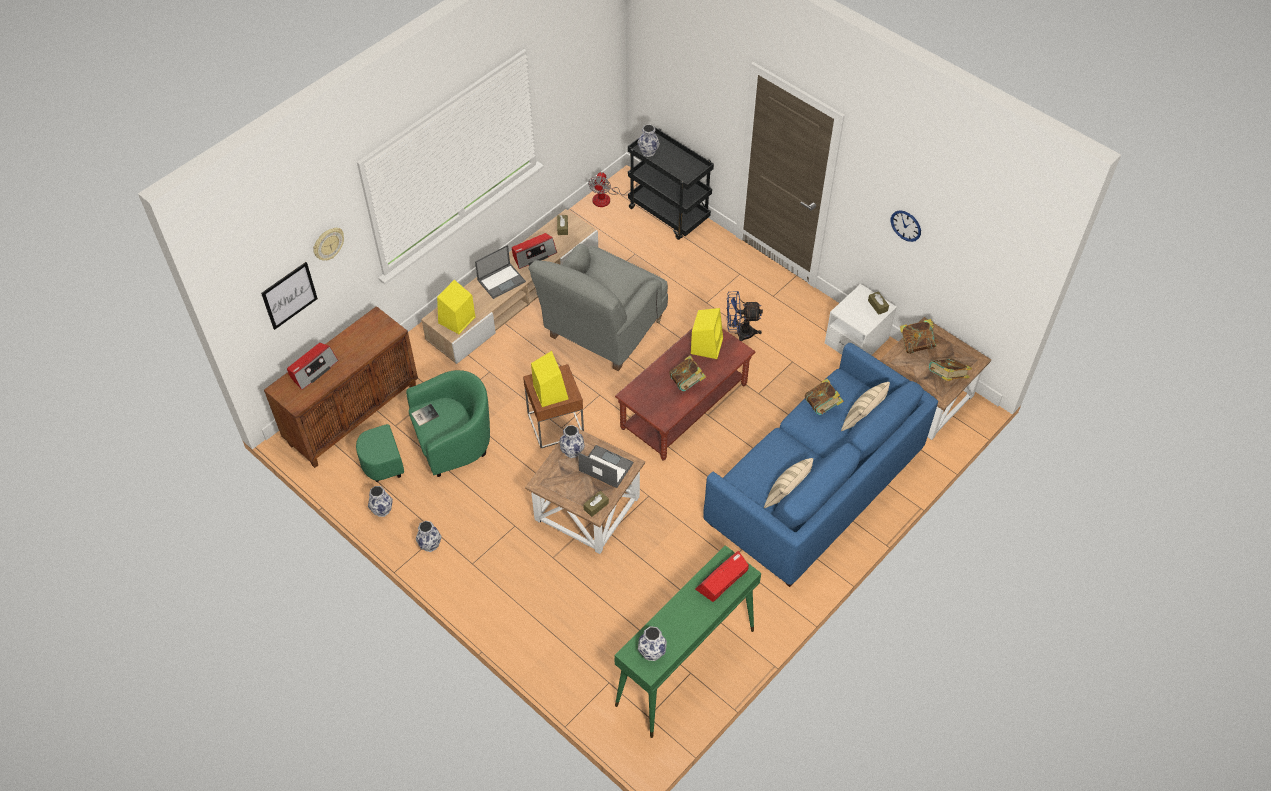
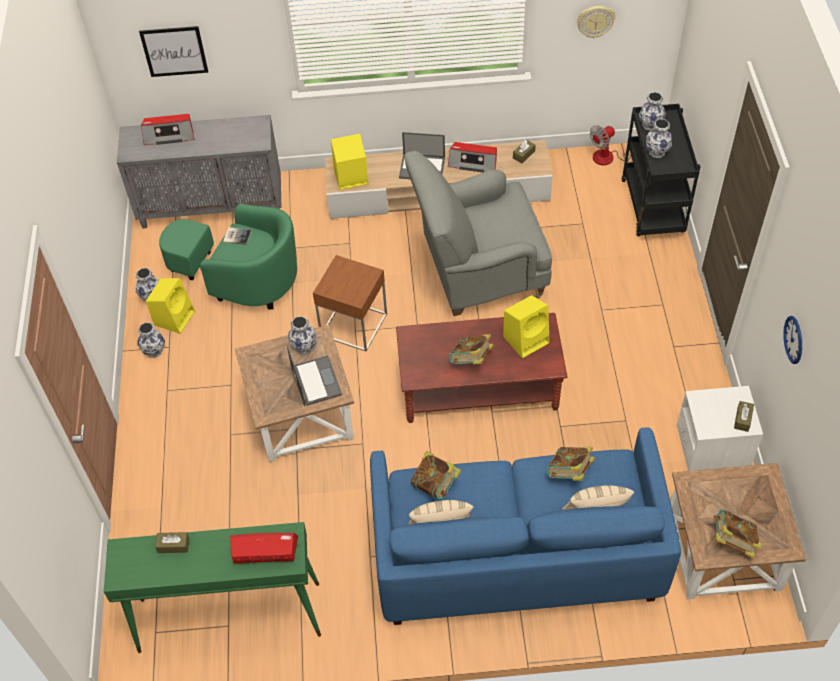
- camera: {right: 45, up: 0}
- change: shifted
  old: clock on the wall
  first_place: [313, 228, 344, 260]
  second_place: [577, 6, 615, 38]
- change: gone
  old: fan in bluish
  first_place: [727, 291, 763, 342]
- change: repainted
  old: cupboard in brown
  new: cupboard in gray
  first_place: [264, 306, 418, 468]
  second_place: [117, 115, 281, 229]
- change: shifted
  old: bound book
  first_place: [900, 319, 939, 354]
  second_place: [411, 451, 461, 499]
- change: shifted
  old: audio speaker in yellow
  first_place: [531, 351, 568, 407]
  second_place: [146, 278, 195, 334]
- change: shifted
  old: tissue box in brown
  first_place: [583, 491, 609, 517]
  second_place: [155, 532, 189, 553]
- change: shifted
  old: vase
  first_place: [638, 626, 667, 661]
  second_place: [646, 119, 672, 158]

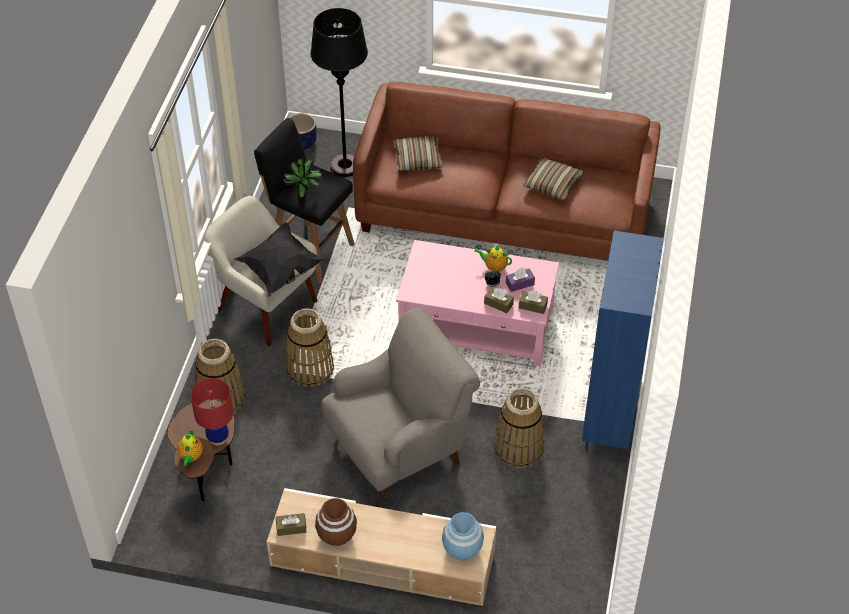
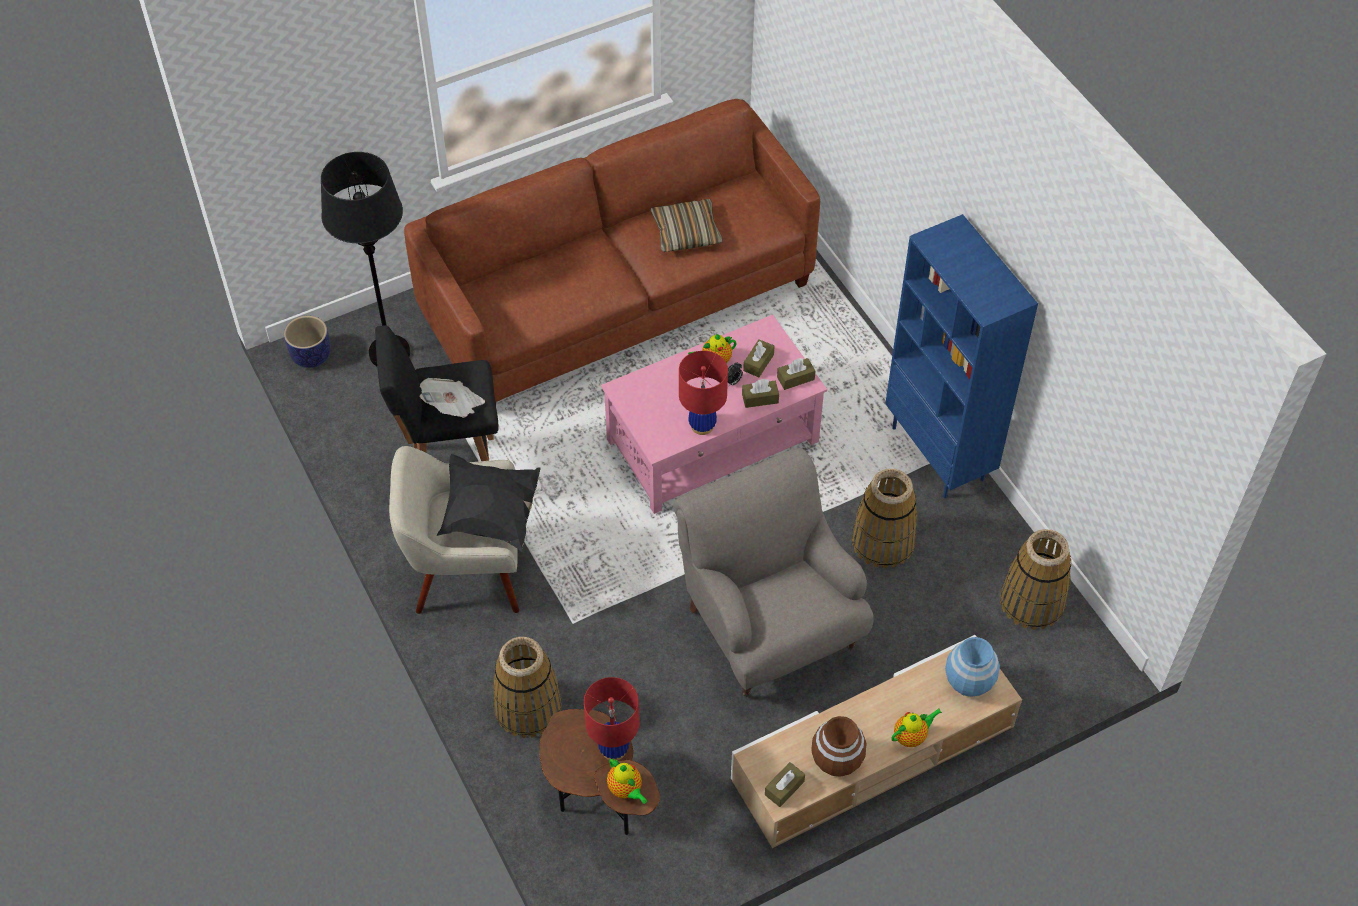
- camera: {right: -40, up: 5}
- change: gone
  old: pillow
  first_place: [393, 136, 443, 171]
- change: swapped
  old: potted plant
  new: daily paper
  first_place: [283, 158, 322, 198]
  second_place: [419, 378, 485, 418]
- change: repainted
  old: tissue box in purple
  new: tissue box in brown
  first_place: [506, 268, 535, 292]
  second_place: [743, 339, 775, 377]
- change: shifted
  old: storage basket
  first_place: [286, 308, 334, 387]
  second_place: [1000, 529, 1071, 630]
- change: rotated
  old: lounge chair in gray
  first_place: [321, 308, 480, 500]
  second_place: [673, 448, 874, 697]
  degrees: -45
- change: new
  new: lamp for a table in red
  second_place: [679, 351, 728, 435]
- change: new
  new: teapot
  second_place: [891, 708, 942, 747]

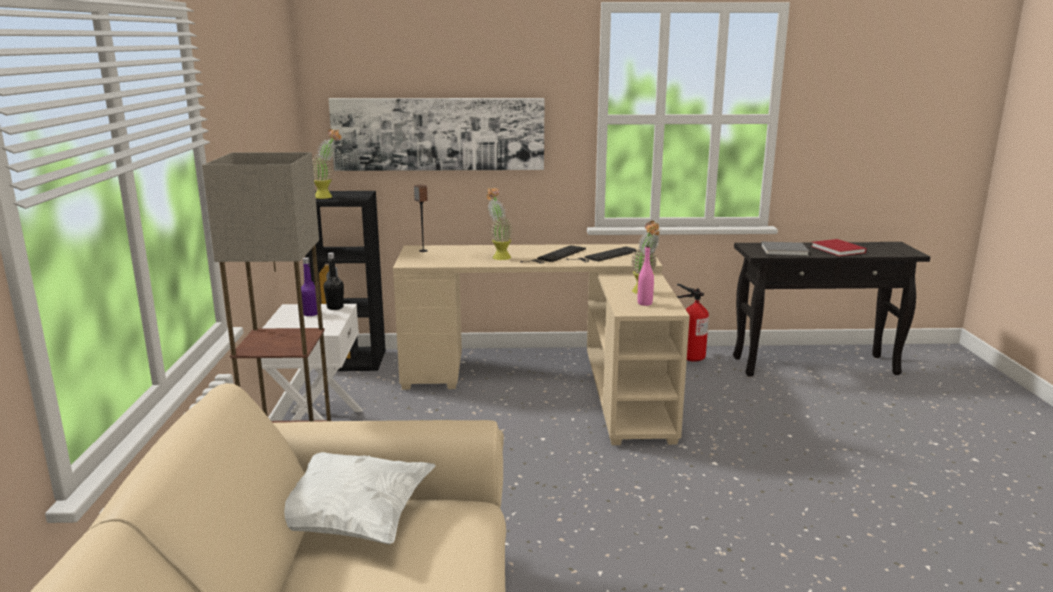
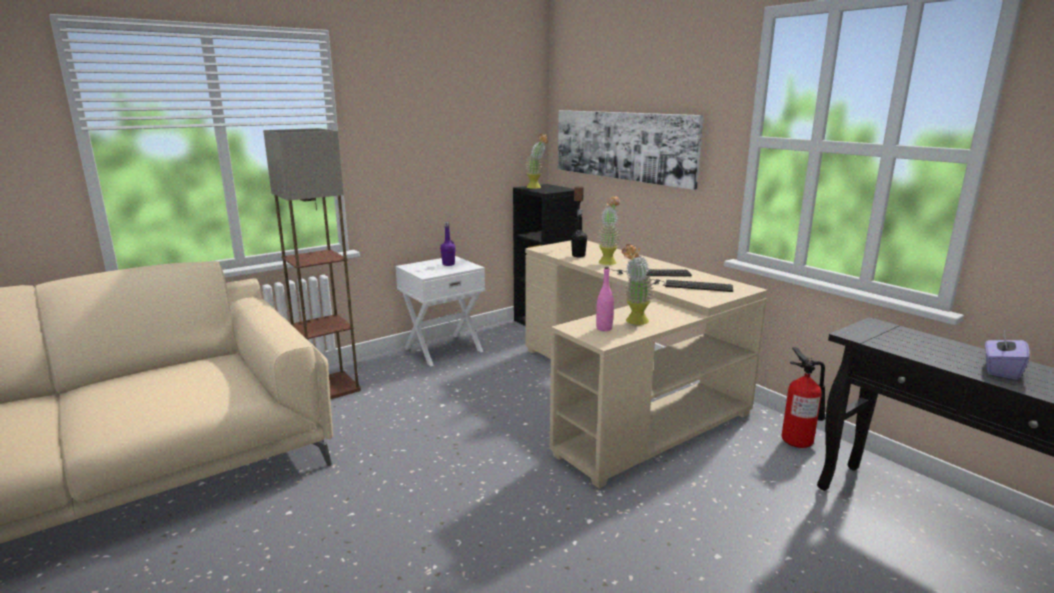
- camera: {right: 55, up: 0}
- change: swapped
  old: bound book in red
  new: tissue box in purple
  first_place: [811, 239, 867, 256]
  second_place: [985, 330, 1030, 380]
- change: gone
  old: bound book in gray
  first_place: [761, 242, 809, 256]
- change: shifted
  old: beverage bottle in black
  first_place: [324, 252, 344, 310]
  second_place: [571, 210, 587, 257]
- change: gone
  old: pillow in whitish
  first_place: [284, 452, 436, 544]

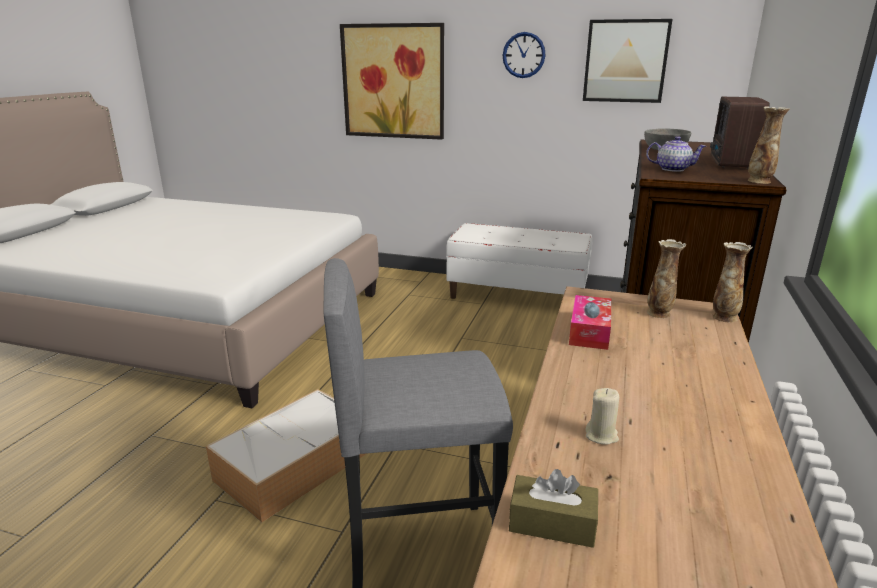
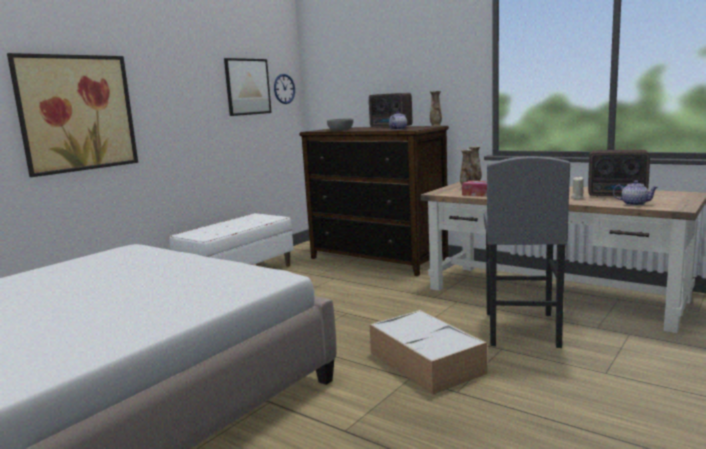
- camera: {right: -70, up: -10}
- change: shifted
  old: clock on the wall
  first_place: [503, 32, 546, 78]
  second_place: [274, 74, 295, 104]
- change: swapped
  old: tissue box in brown
  new: teapot
  first_place: [509, 469, 598, 548]
  second_place: [613, 180, 658, 206]
- change: new
  new: radio
  second_place: [588, 150, 650, 197]

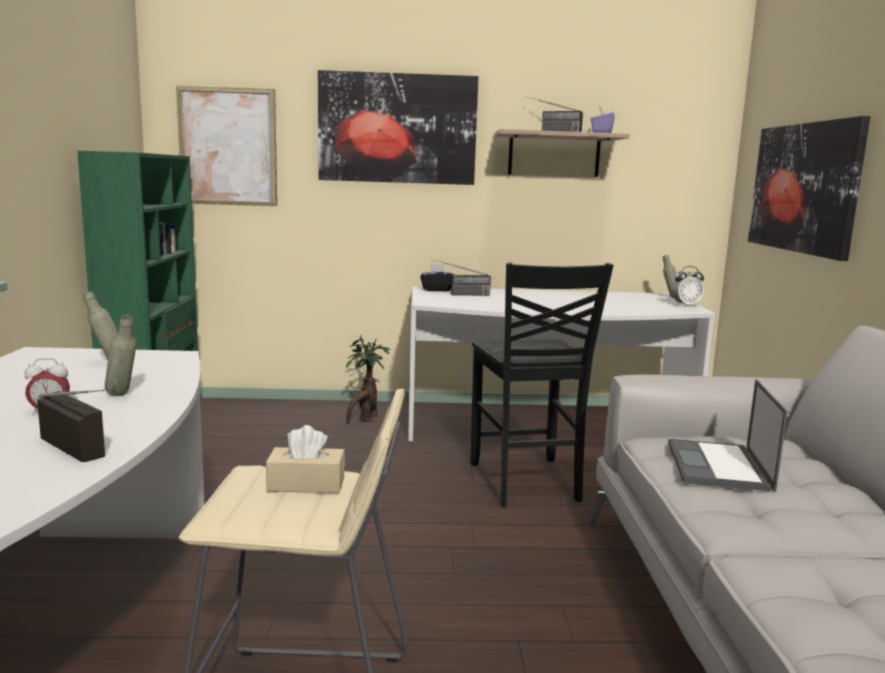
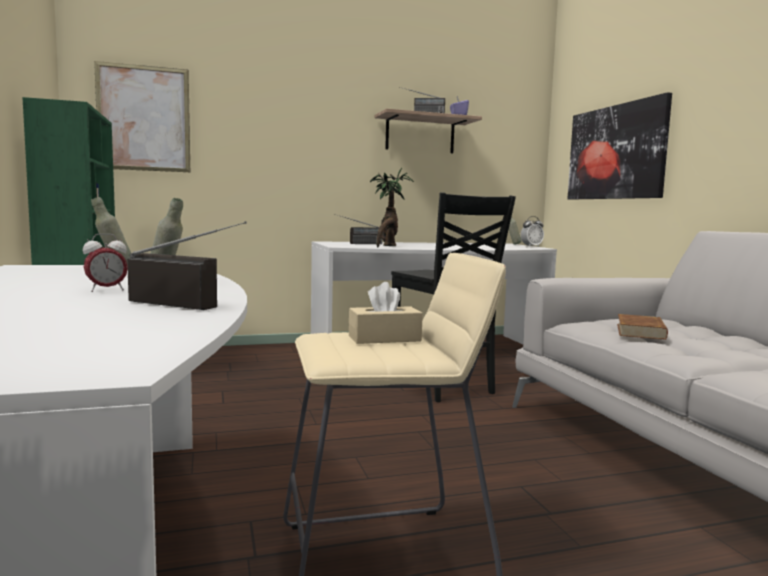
- camera: {right: -15, up: -5}
- change: gone
  old: picture
  first_place: [318, 70, 478, 185]
- change: gone
  old: tissue box in black
  first_place: [420, 264, 454, 291]
- change: shifted
  old: potted plant
  first_place: [346, 336, 391, 424]
  second_place: [370, 168, 414, 247]
- change: swapped
  old: notebook computer
  new: bound book in brown
  first_place: [668, 379, 788, 492]
  second_place: [617, 314, 668, 340]

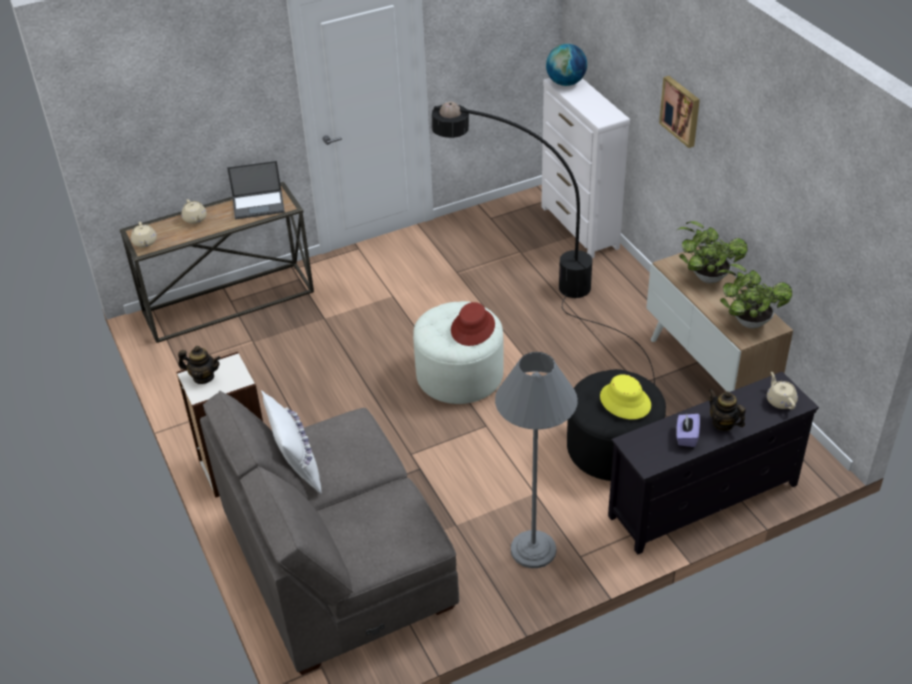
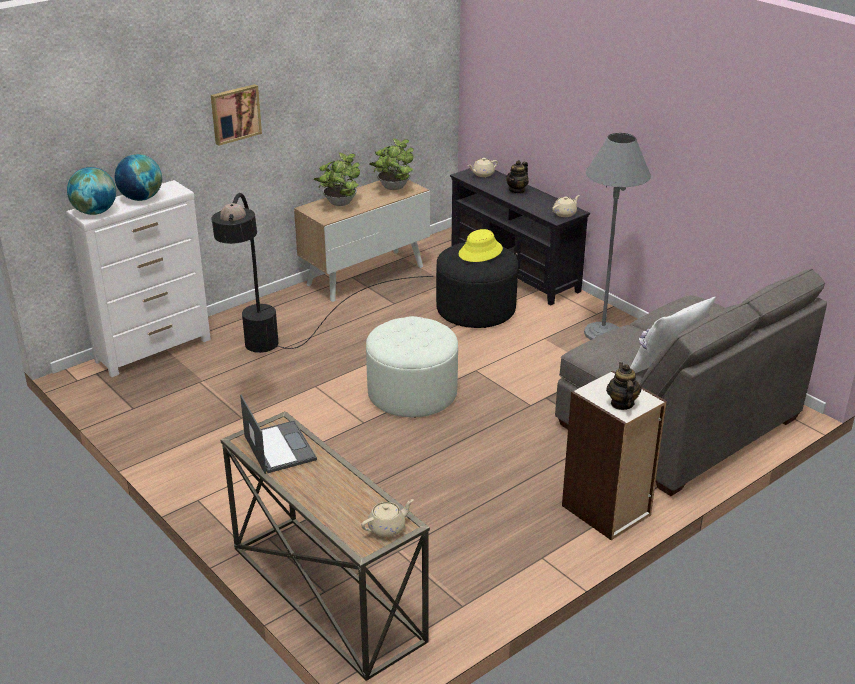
- camera: {right: -105, up: -10}
- change: shifted
  old: teapot in beige-coloured
  first_place: [181, 199, 207, 224]
  second_place: [552, 195, 580, 217]
- change: gone
  old: clothing hat in red
  first_place: [451, 302, 495, 346]
- change: gone
  old: tissue box in purple
  first_place: [676, 413, 700, 447]
- change: new
  new: globe
  second_place: [115, 154, 162, 201]

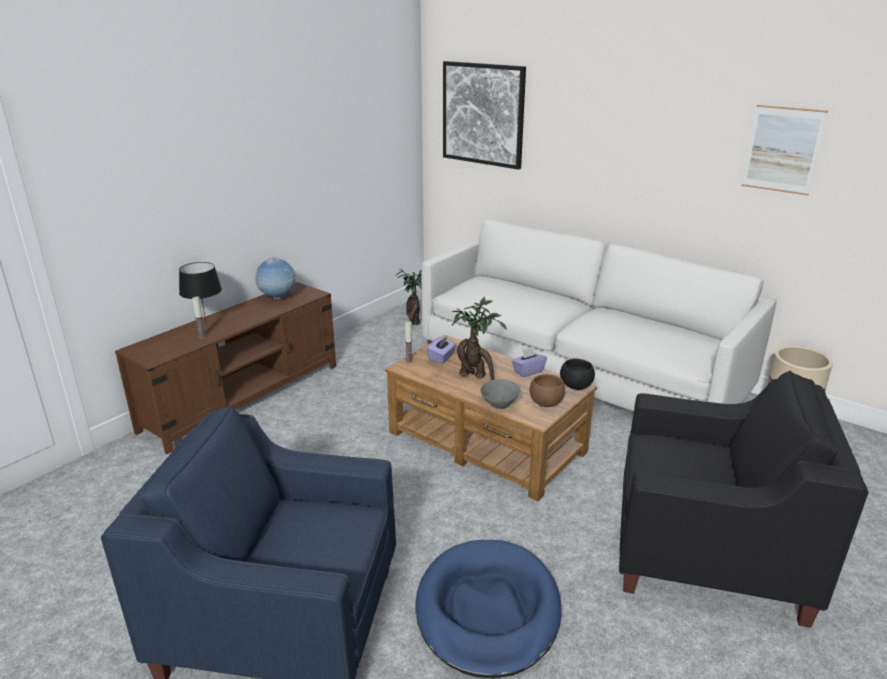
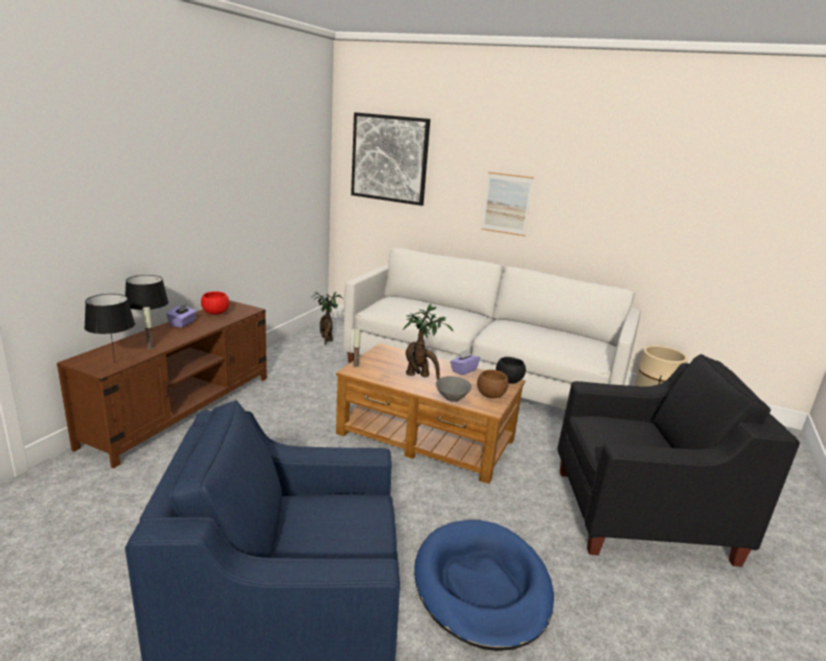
- camera: {right: -15, up: -5}
- change: shifted
  old: picture
  first_place: [742, 105, 828, 196]
  second_place: [481, 172, 534, 236]
- change: swapped
  old: globe
  new: serving bowl in red
  first_place: [256, 257, 296, 299]
  second_place: [201, 292, 229, 315]
- change: shifted
  old: tissue box in purple
  first_place: [427, 336, 456, 364]
  second_place: [167, 303, 197, 328]
- change: new
  new: lamp for a table in black
  second_place: [84, 294, 135, 363]

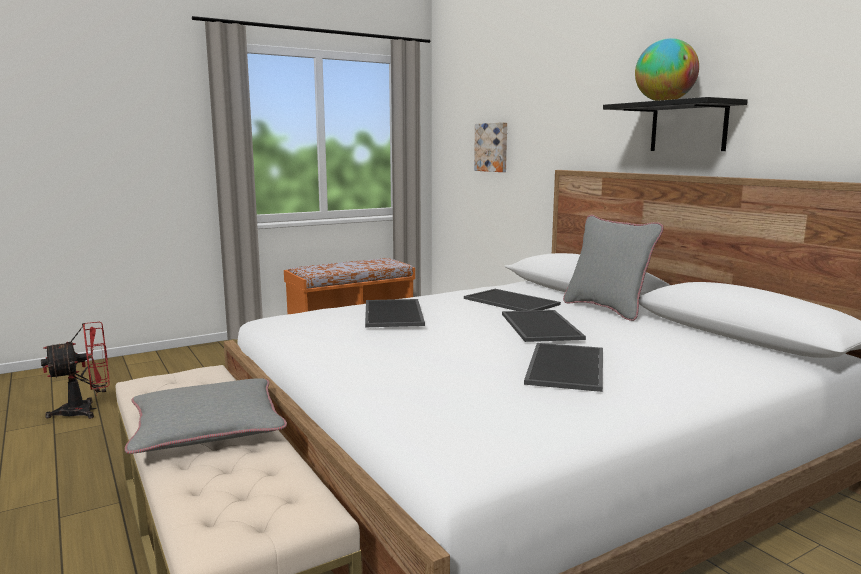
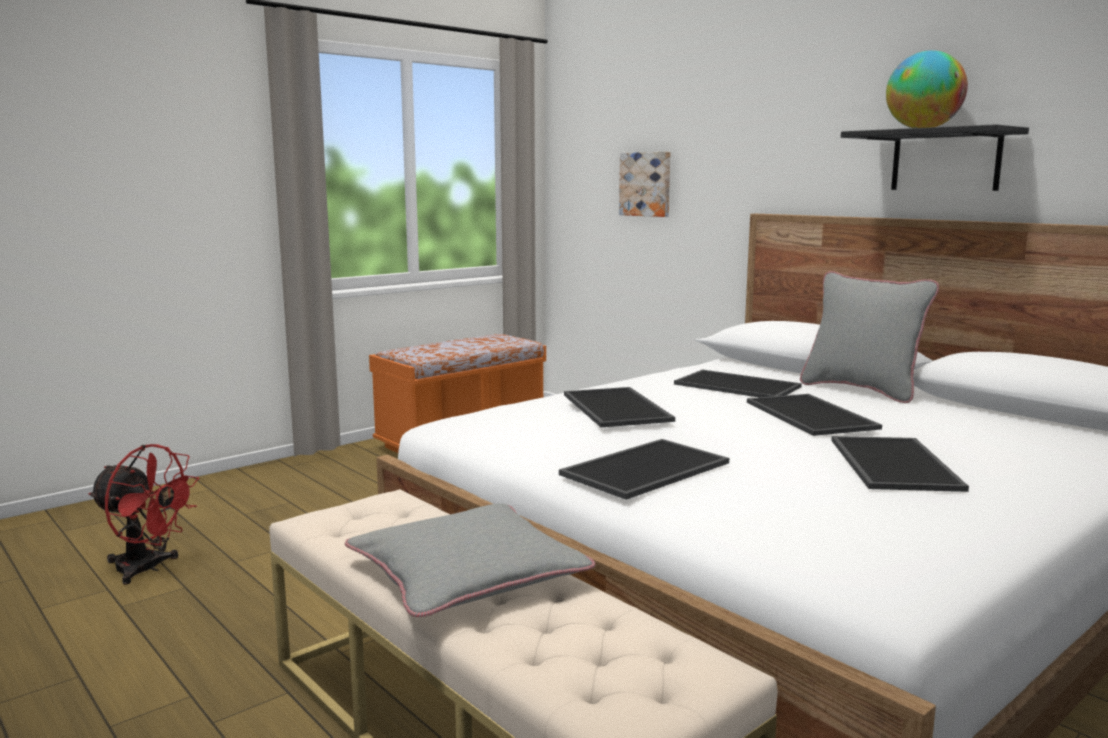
- camera: {right: -10, up: 0}
- change: rotated
  old: fan in red
  first_place: [41, 322, 110, 419]
  second_place: [89, 444, 199, 585]
  degrees: 60
- change: new
  new: serving tray
  second_place: [559, 439, 729, 500]

